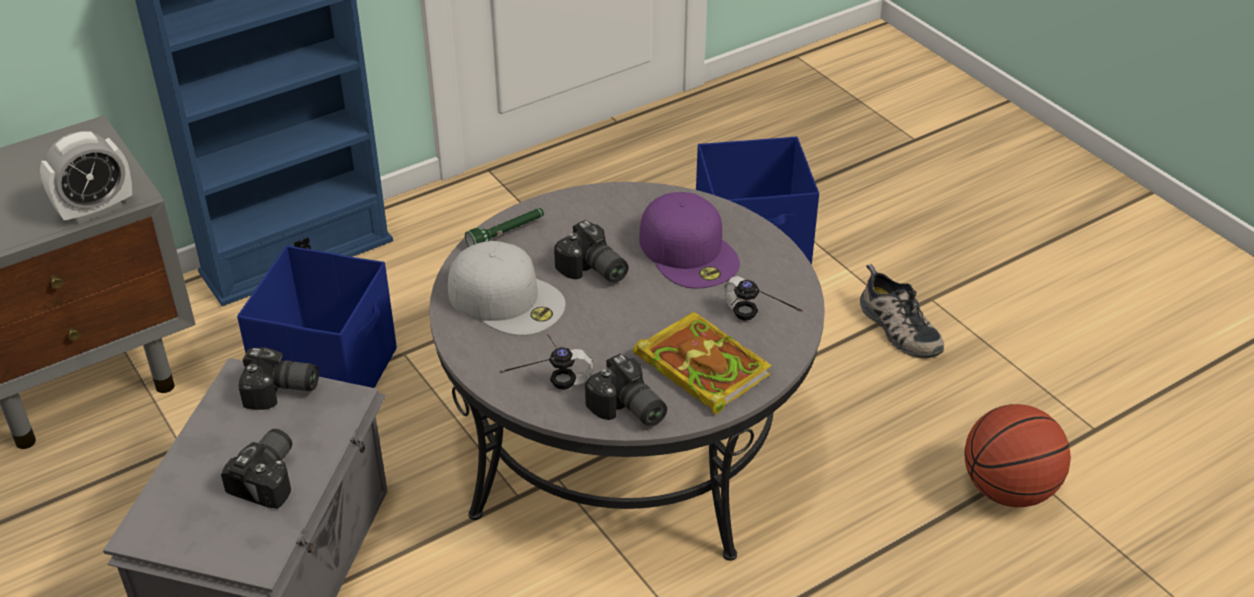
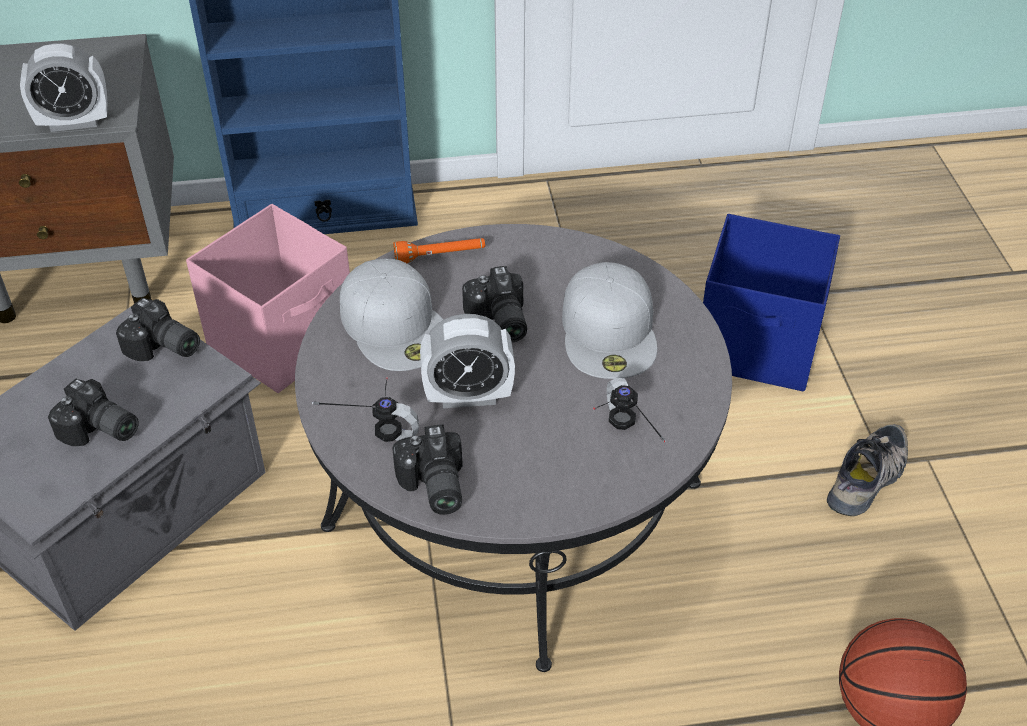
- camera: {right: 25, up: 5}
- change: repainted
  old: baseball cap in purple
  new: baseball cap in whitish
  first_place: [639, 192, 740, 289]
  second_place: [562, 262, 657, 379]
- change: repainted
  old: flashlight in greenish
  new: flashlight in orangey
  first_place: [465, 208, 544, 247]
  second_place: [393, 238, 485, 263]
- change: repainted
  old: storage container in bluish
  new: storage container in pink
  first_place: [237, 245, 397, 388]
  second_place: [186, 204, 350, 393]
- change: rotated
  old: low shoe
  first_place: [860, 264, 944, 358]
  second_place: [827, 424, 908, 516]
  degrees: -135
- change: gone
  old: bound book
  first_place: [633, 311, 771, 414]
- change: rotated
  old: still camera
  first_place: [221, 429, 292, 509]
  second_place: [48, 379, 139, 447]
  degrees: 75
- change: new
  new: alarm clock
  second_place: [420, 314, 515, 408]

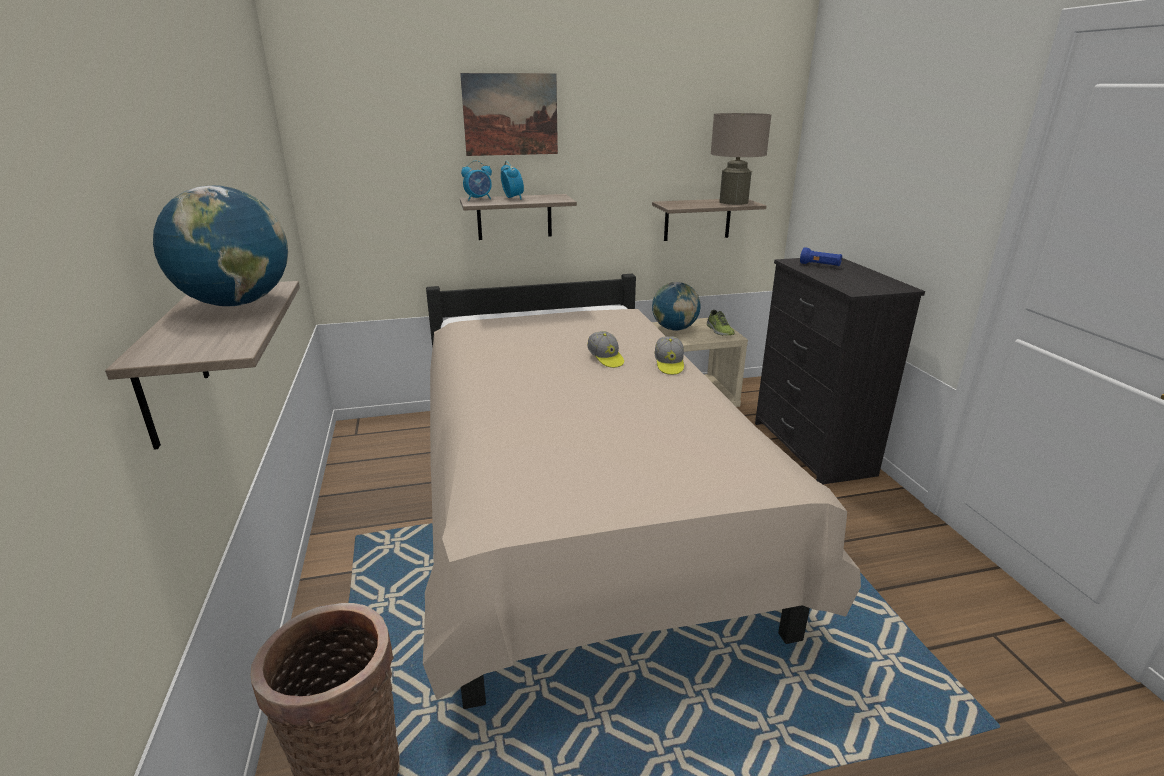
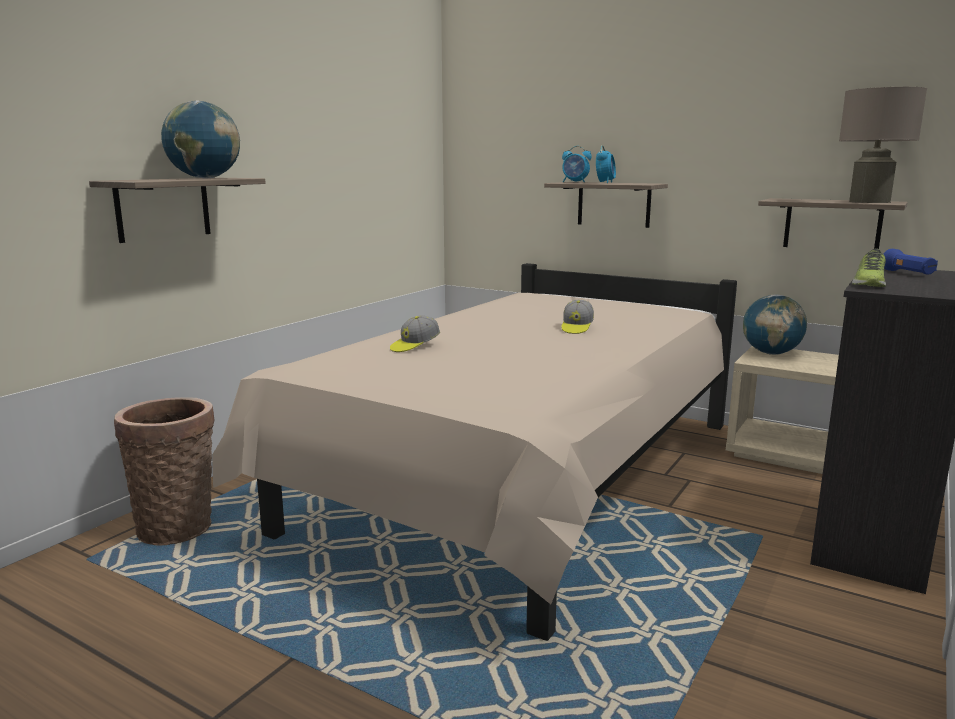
- camera: {right: 45, up: -10}
- change: gone
  old: picture
  first_place: [460, 73, 558, 156]
- change: shifted
  old: low shoe
  first_place: [707, 310, 735, 335]
  second_place: [852, 248, 886, 287]
- change: shifted
  old: baseball cap
  first_place: [655, 336, 684, 375]
  second_place: [390, 315, 440, 352]

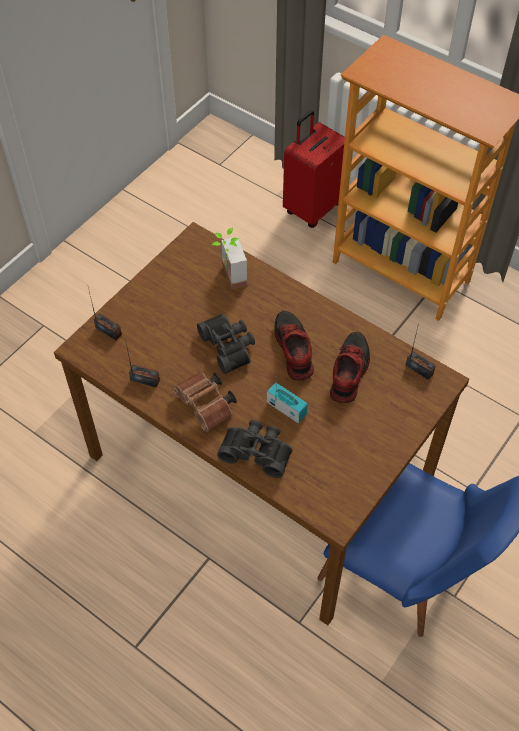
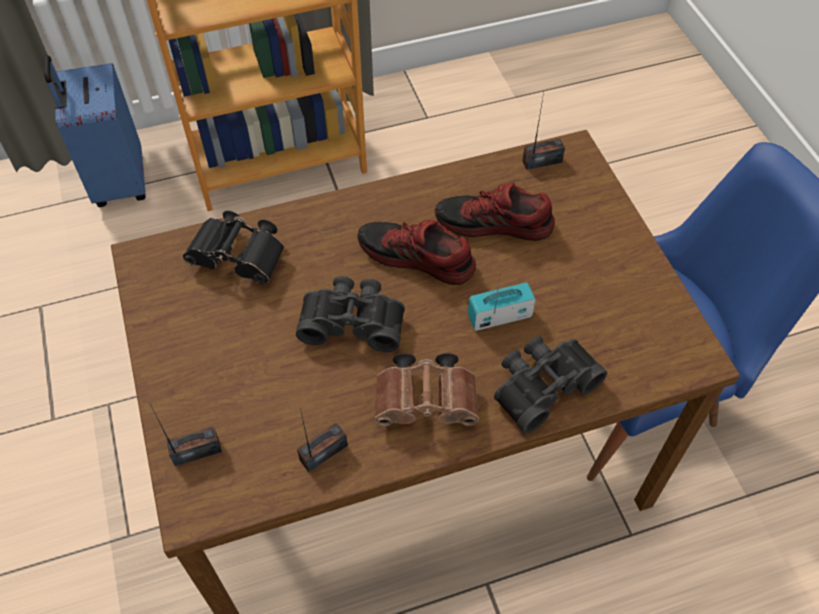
- camera: {right: -55, up: 0}
- change: repainted
  old: suitcase in red
  new: suitcase in bluish
  first_place: [283, 110, 345, 228]
  second_place: [44, 55, 146, 207]
- change: swapped
  old: potted plant
  new: binoculars in black
  first_place: [212, 228, 247, 289]
  second_place: [183, 211, 284, 284]
- change: rotated
  old: low shoe
  first_place: [330, 332, 370, 403]
  second_place: [434, 183, 555, 241]
  degrees: -45

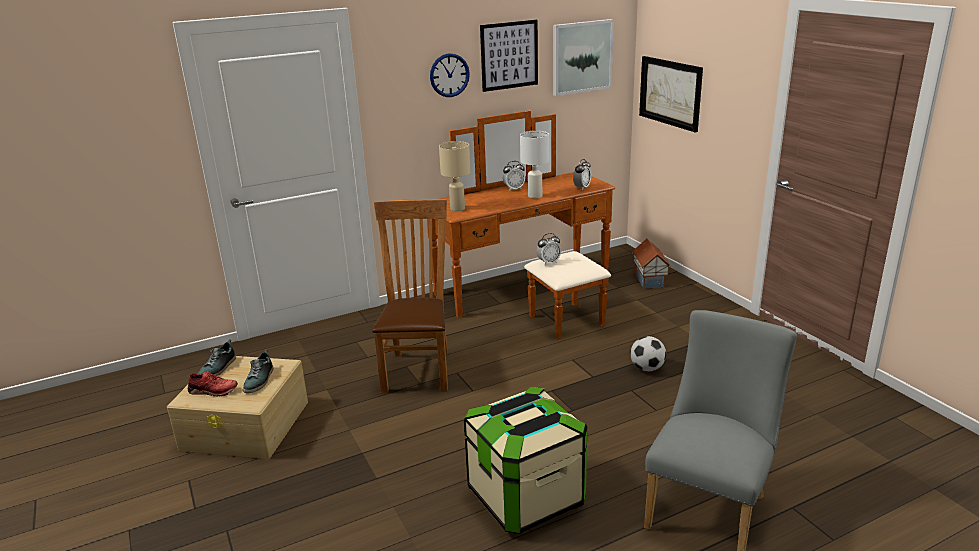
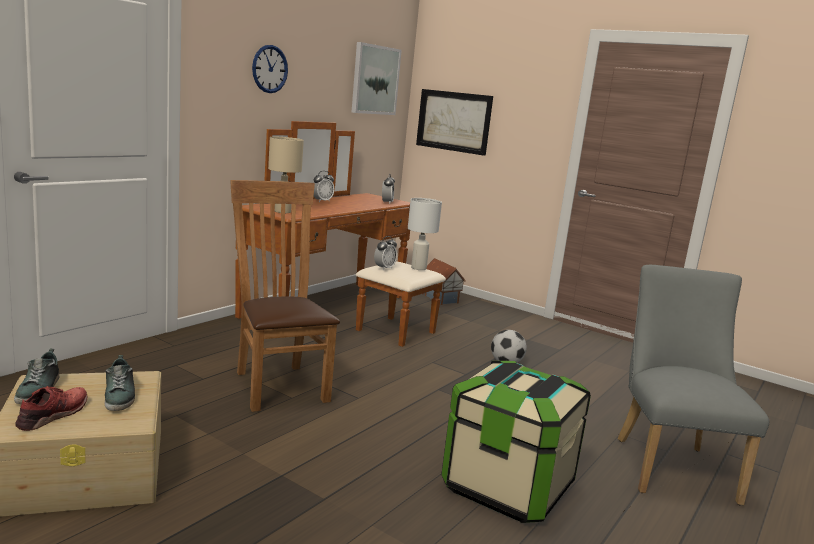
- camera: {right: -30, up: -10}
- change: gone
  old: picture
  first_place: [480, 20, 538, 92]
- change: shifted
  old: lamp for a table in whitish
  first_place: [520, 131, 549, 199]
  second_place: [408, 198, 442, 270]
- change: rotated
  old: low shoe in red
  first_place: [188, 371, 238, 397]
  second_place: [15, 386, 87, 431]
  degrees: -45

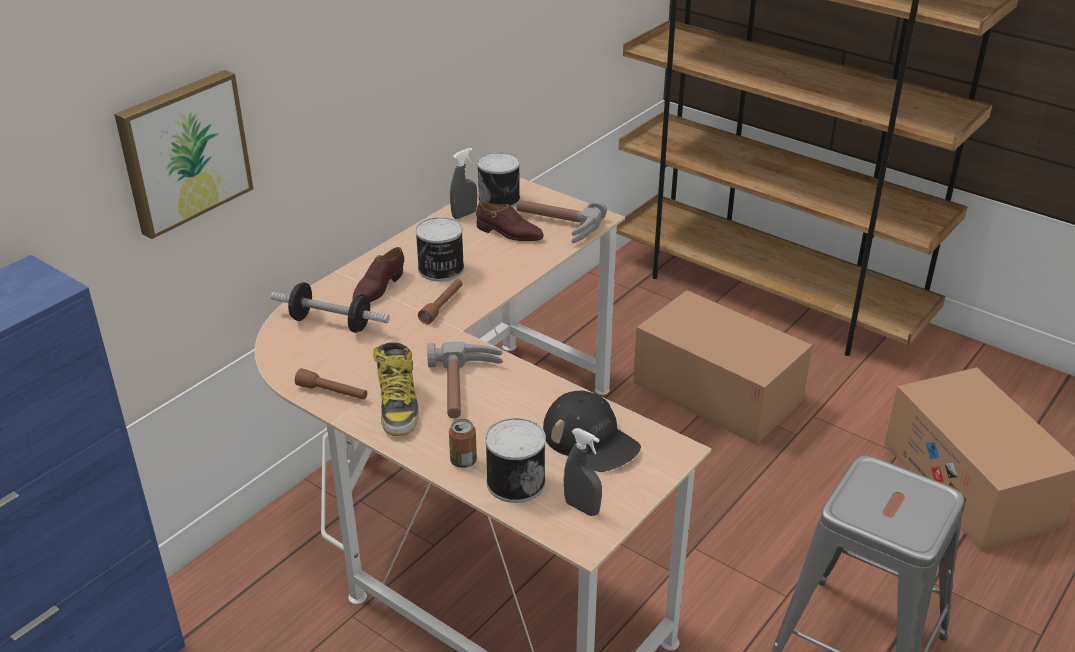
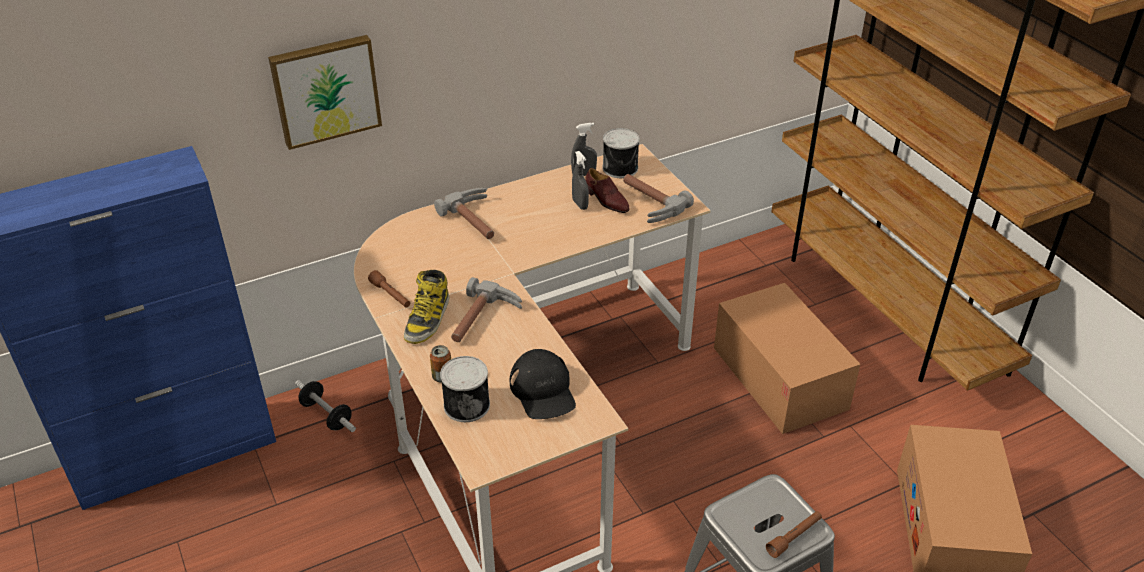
- camera: {right: 25, up: 5}
- change: gone
  old: can
  first_place: [415, 217, 464, 281]
- change: swapped
  old: low shoe in brown
  new: hand hammer
  first_place: [353, 247, 404, 302]
  second_place: [434, 188, 494, 239]
- change: shifted
  old: flashlight in brown
  first_place: [418, 279, 462, 324]
  second_place: [766, 511, 822, 558]
- change: shifted
  old: dumbbell
  first_place: [271, 282, 390, 333]
  second_place: [295, 380, 356, 432]
- change: shifted
  old: hand sprayer in gray
  first_place: [564, 428, 602, 516]
  second_place: [572, 151, 589, 210]

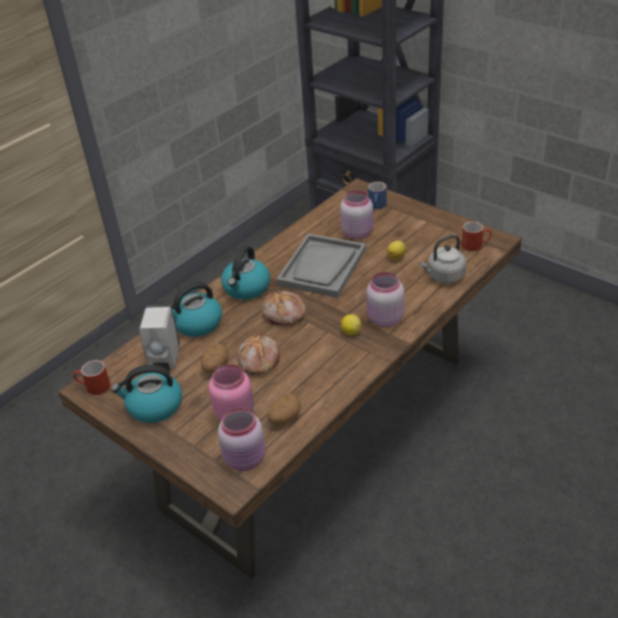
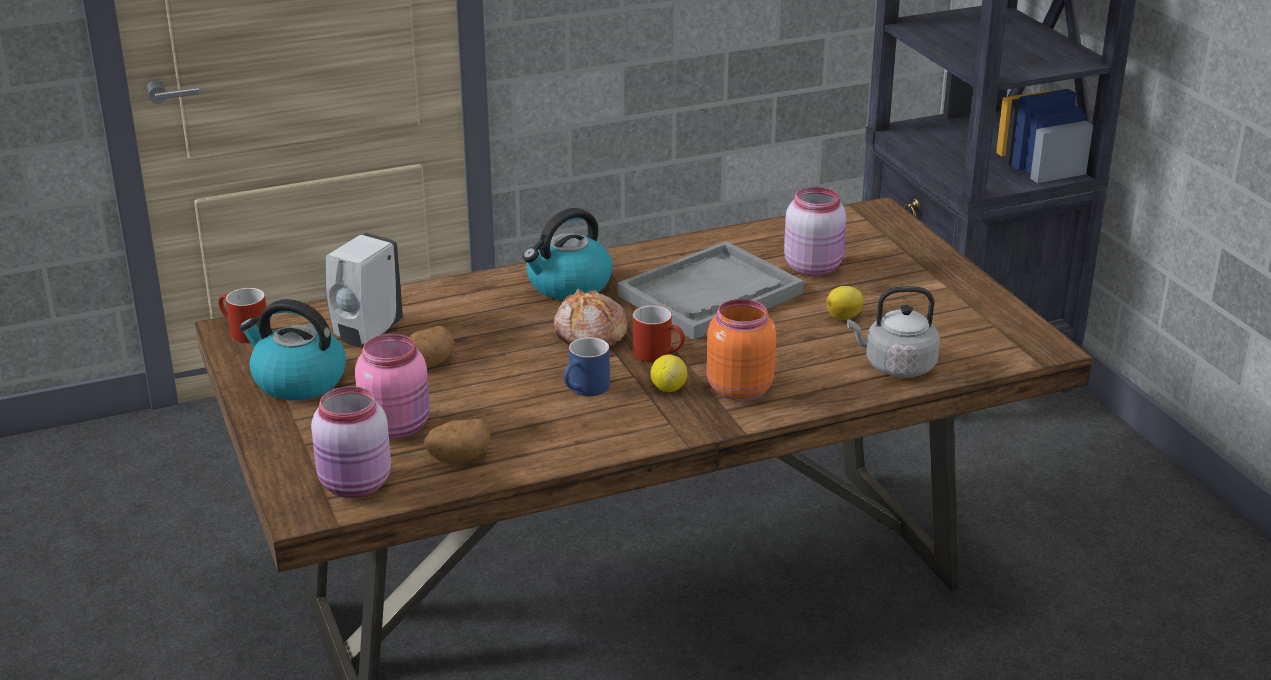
- camera: {right: 25, up: -10}
- change: shifted
  old: mug in bluish
  first_place: [368, 182, 387, 209]
  second_place: [564, 337, 610, 396]
- change: shifted
  old: mug in red
  first_place: [462, 222, 492, 251]
  second_place: [633, 305, 685, 362]
- change: repainted
  old: preserve jar in pink
  new: preserve jar in orangey
  first_place: [366, 272, 404, 327]
  second_place: [706, 299, 776, 401]
- change: gone
  old: kettle
  first_place: [171, 282, 222, 337]
- change: gone
  old: baked bread
  first_place: [237, 333, 280, 375]

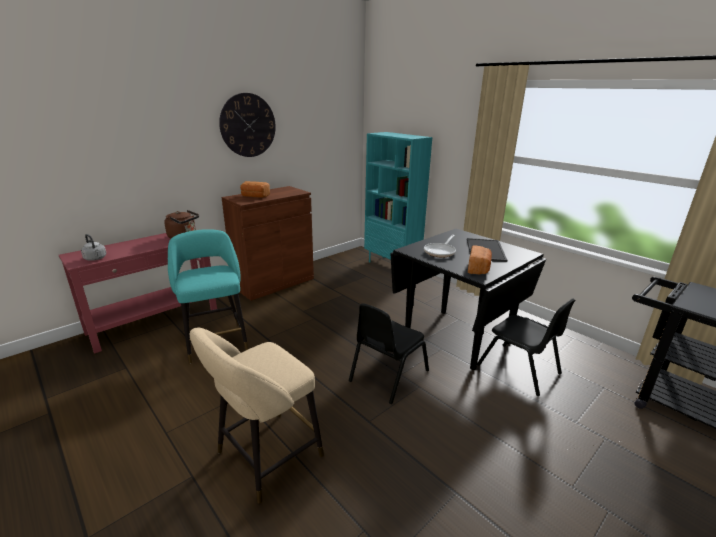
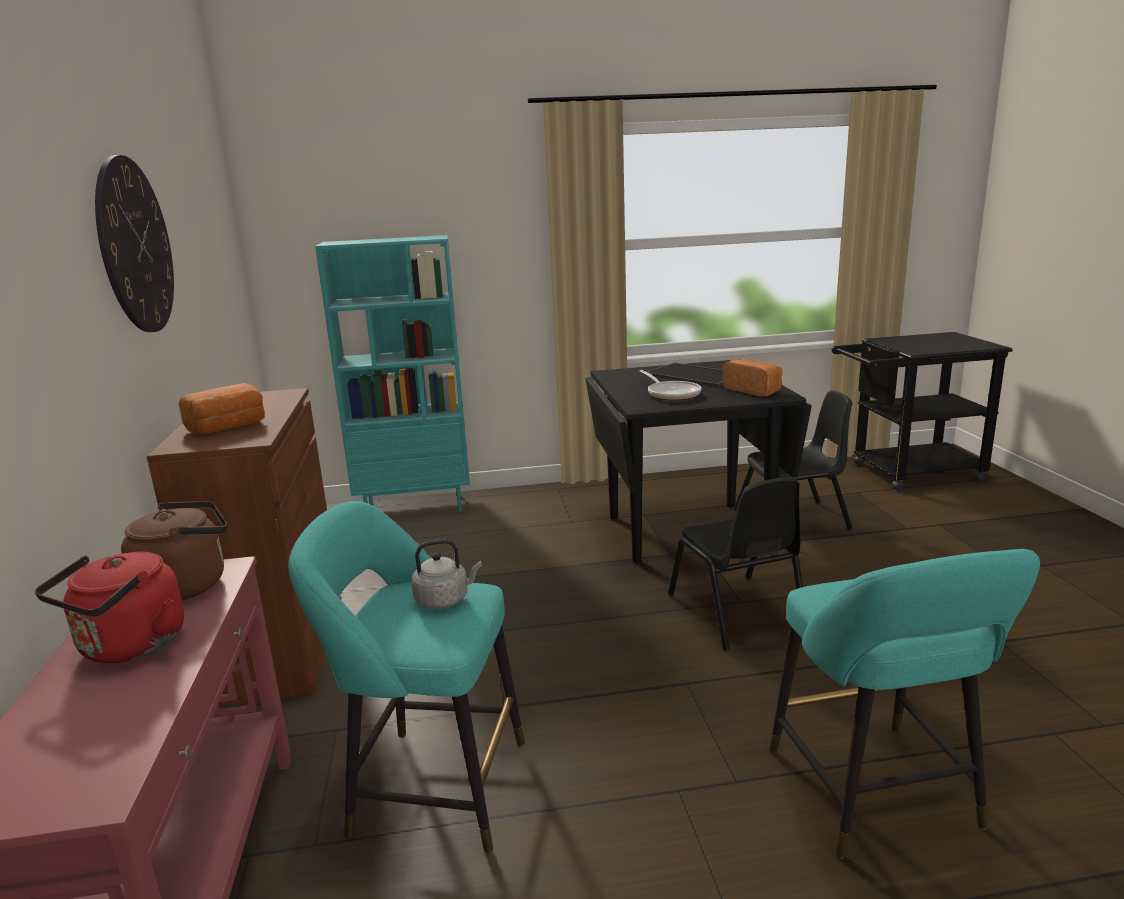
- camera: {right: -55, up: -5}
- change: shifted
  old: kettle in gray
  first_place: [81, 234, 106, 261]
  second_place: [411, 539, 482, 609]
- change: repainted
  old: sitting stool in beige-coloured
  new: sitting stool in blue-green
  first_place: [190, 327, 324, 504]
  second_place: [769, 549, 1040, 859]
- change: new
  new: kettle in red
  second_place: [35, 552, 184, 663]

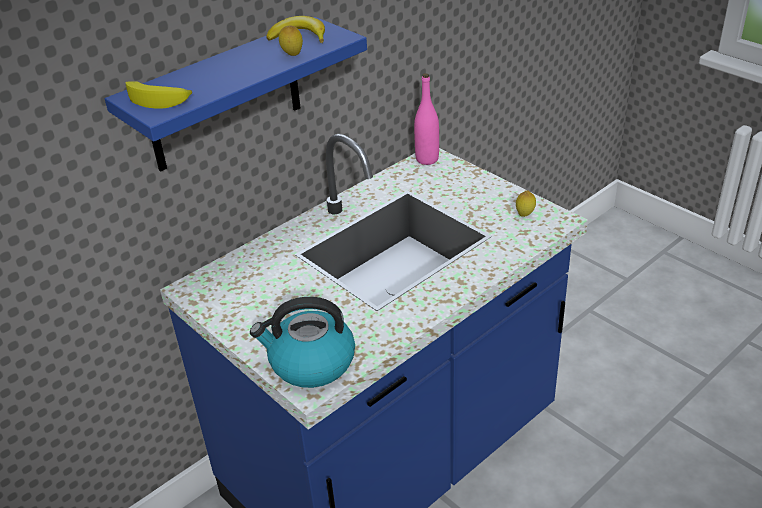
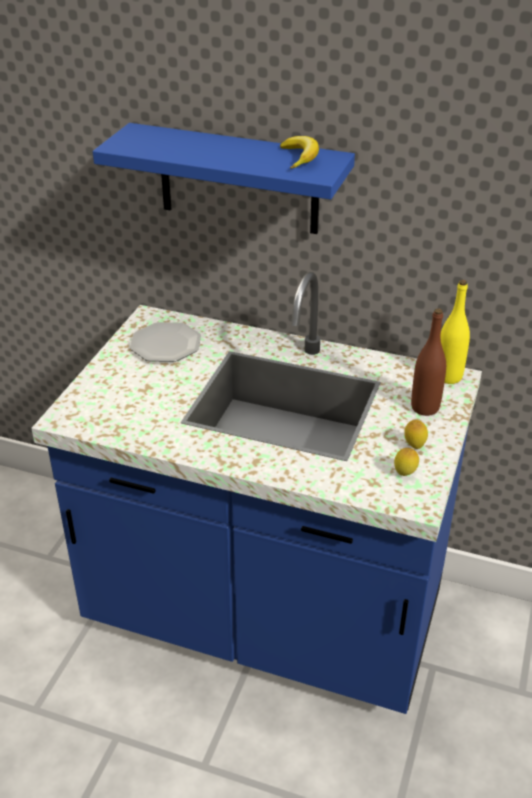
- camera: {right: 60, up: 0}
- change: shifted
  old: whole lemon
  first_place: [279, 25, 303, 56]
  second_place: [404, 420, 428, 449]
- change: repainted
  old: beverage bottle in pink
  new: beverage bottle in yellow
  first_place: [414, 74, 439, 165]
  second_place: [441, 280, 470, 384]
- change: gone
  old: whole banana
  first_place: [126, 81, 192, 109]
- change: gone
  old: kettle
  first_place: [250, 297, 355, 388]
- change: new
  new: beverage bottle in brown
  second_place: [411, 309, 446, 416]
- change: new
  new: flat dish
  second_place: [130, 322, 201, 362]

